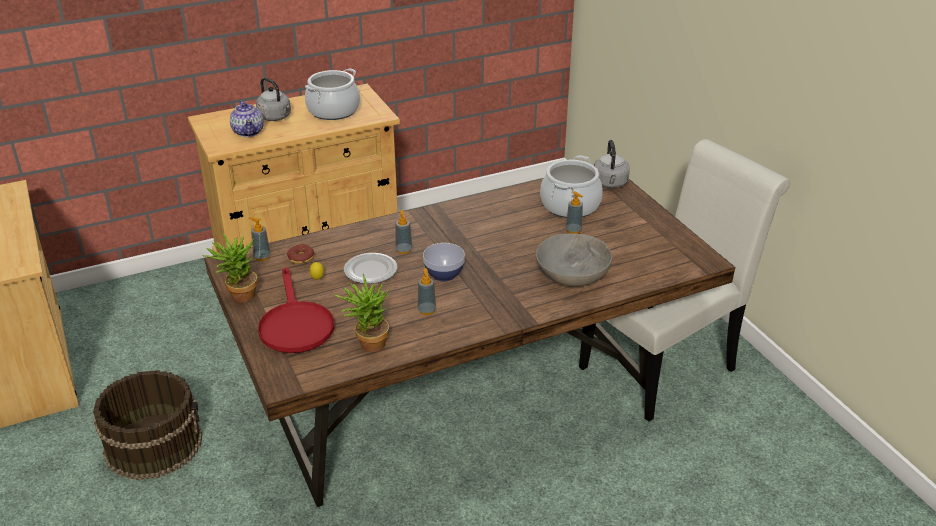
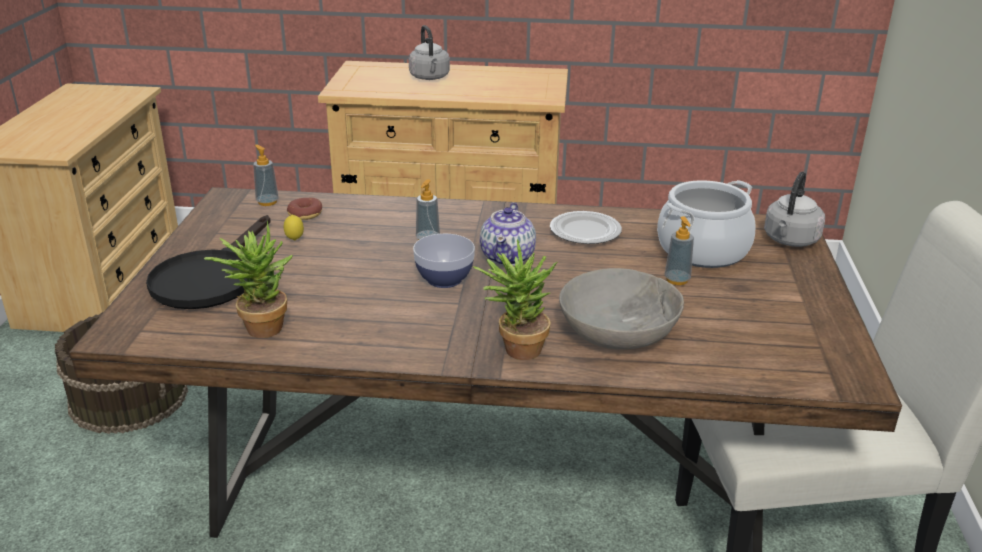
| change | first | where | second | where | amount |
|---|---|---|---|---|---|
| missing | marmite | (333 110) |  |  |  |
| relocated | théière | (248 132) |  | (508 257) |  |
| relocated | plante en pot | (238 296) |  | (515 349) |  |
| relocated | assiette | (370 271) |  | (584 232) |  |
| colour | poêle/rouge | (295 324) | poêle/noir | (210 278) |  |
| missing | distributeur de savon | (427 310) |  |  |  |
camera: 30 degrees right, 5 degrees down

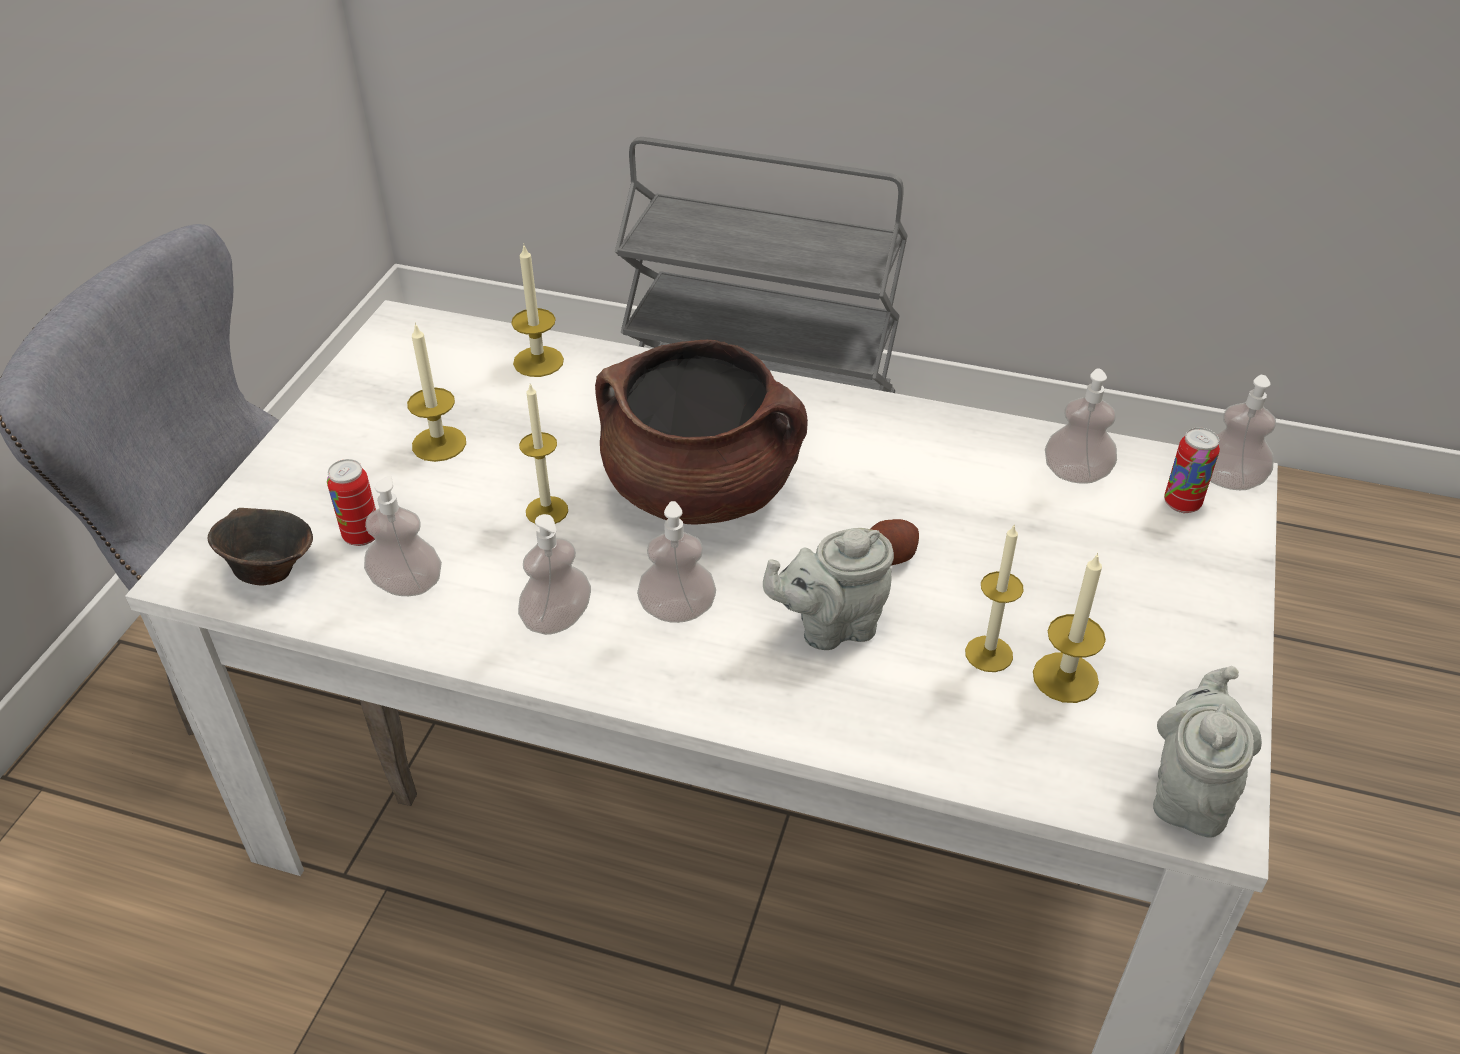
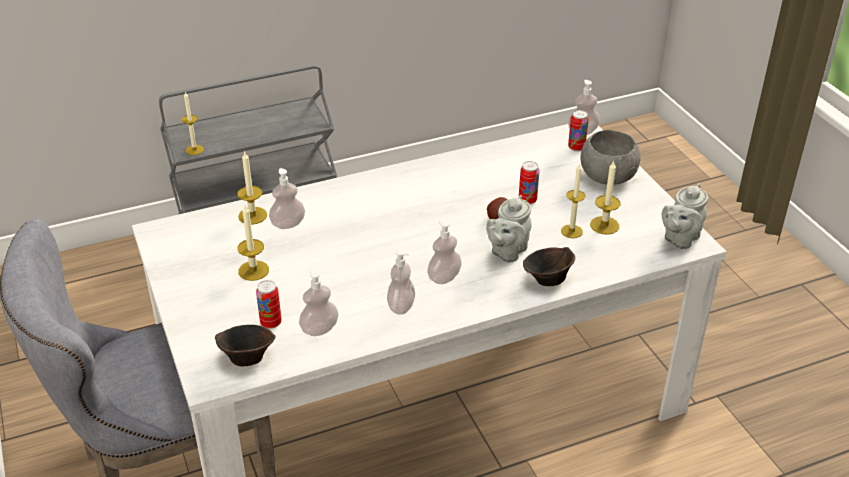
| change | first | where | second | where | amount |
|---|---|---|---|---|---|
| missing | marmite/marron | (701 490) |  |  |  |
| relocated | distributeur de savon | (1076 474) |  | (288 224) |  |
| relocated | bougie | (547 511) |  | (194 150) |  |
| spun | théière/gris | (1190 792) |  | (680 239) | 120 degrees counterclockwise |
| appeared |  |  | bol/gris | (607 176) |  |
| appeared |  |  | boîte métallique | (527 200) |  |
| appeared |  |  | bol/marron | (547 279) |  |
camera: 40 degrees left, 5 degrees down

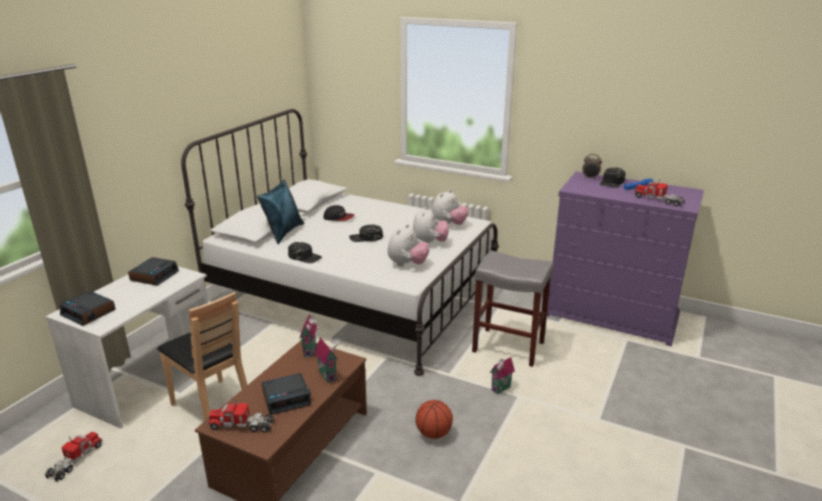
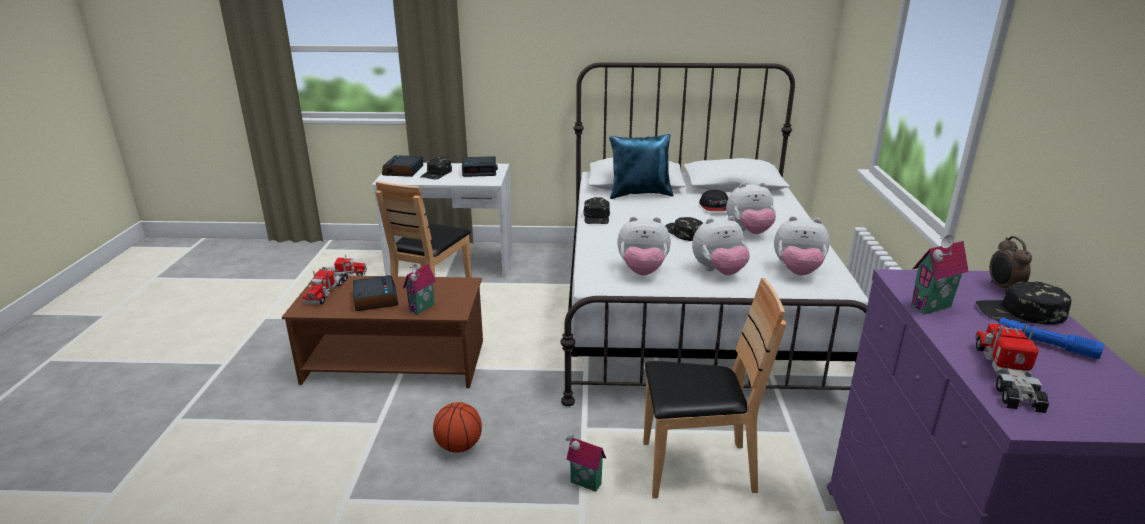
| change | first | where | second | where | amount |
|---|---|---|---|---|---|
| exchanged | tabouret/gris | (509 347) | chaise/marron | (696 468) |  |
| relocated | maison miniature | (311 351) |  | (932 308) |  |
| spun | réveil | (286 398) |  | (375 299) | 150 degrees counterclockwise |
| spun | camion jouet | (242 425) |  | (327 291) | 150 degrees counterclockwise |
| appeared |  |  | casquette/noir | (437 173) |  |
| appeared |  |  | peluche | (749 232) |  |
camera: 65 degrees right, 0 degrees up

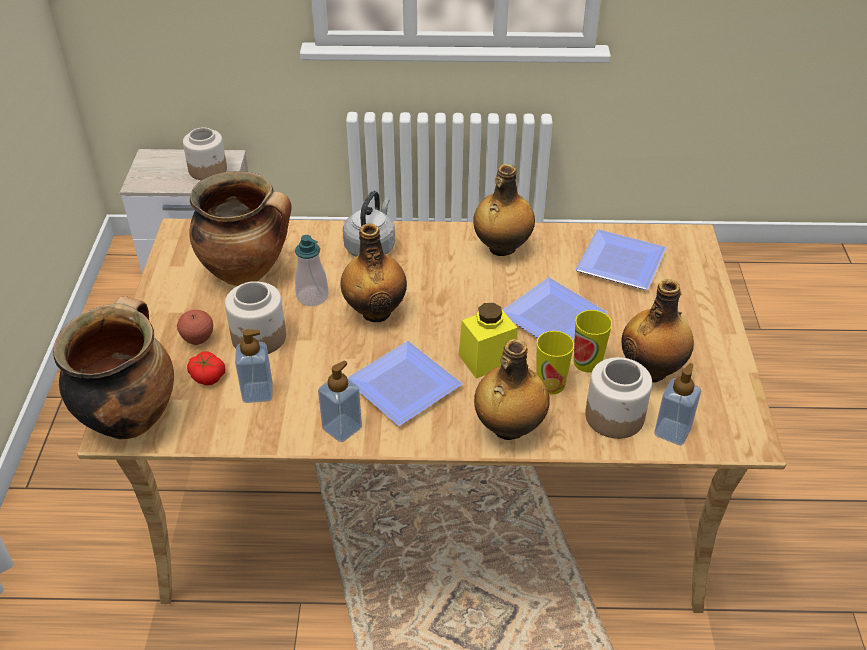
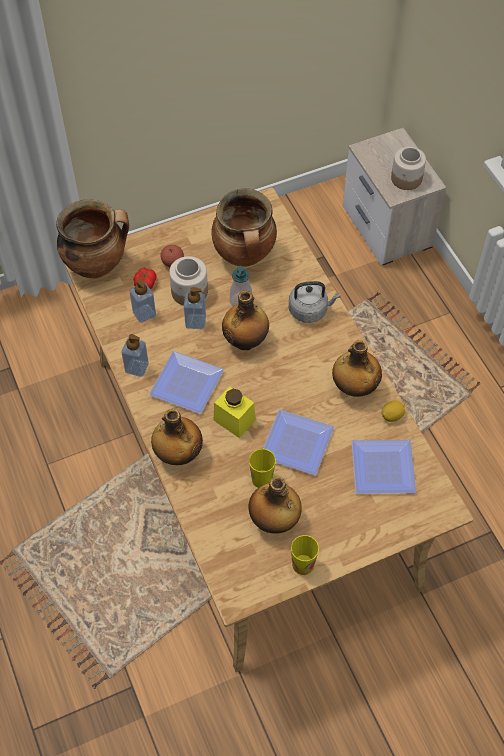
| change | first | where | second | where | amount |
|---|---|---|---|---|---|
| relocated | tasse | (550 383) |  | (303 564) |  |
| missing | bocal | (615 416) |  |  |  |
| relocated | distributeur de savon | (672 432) |  | (195 321) |  |
| appeared |  |  | citron | (392 415) |  |
camera: 65 degrees right, 15 degrees up

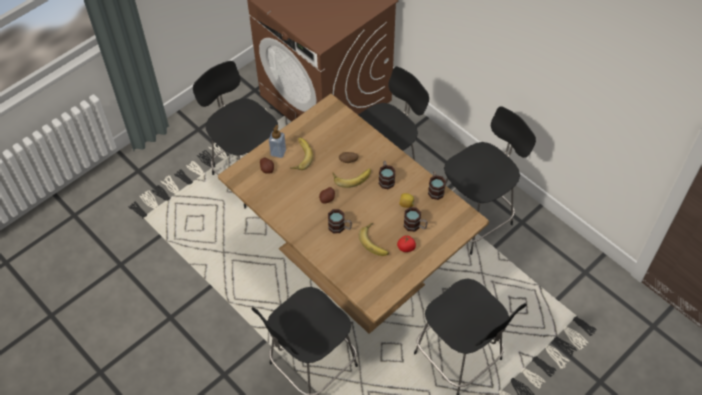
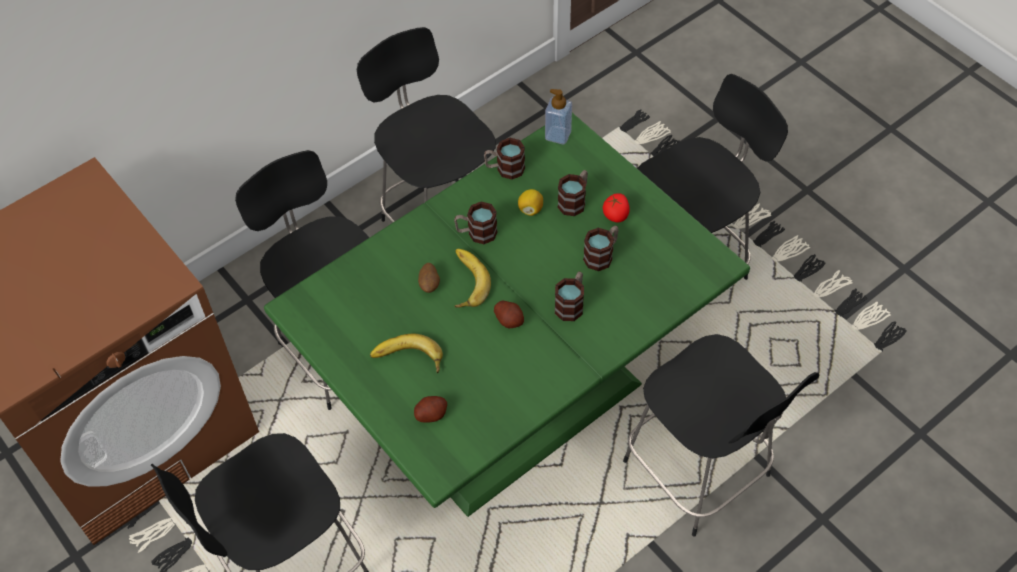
| change | first | where | second | where | amount |
|---|---|---|---|---|---|
| colour | table à manger/marron | (351 265) | table à manger/vert | (512 402) |  |
| relocated | distributeur de savon | (278 152) |  | (558 135) |  |
| exchanged | banane | (376 241) | mug | (602 255) |  |
camera: 85 degrees left, 0 degrees up

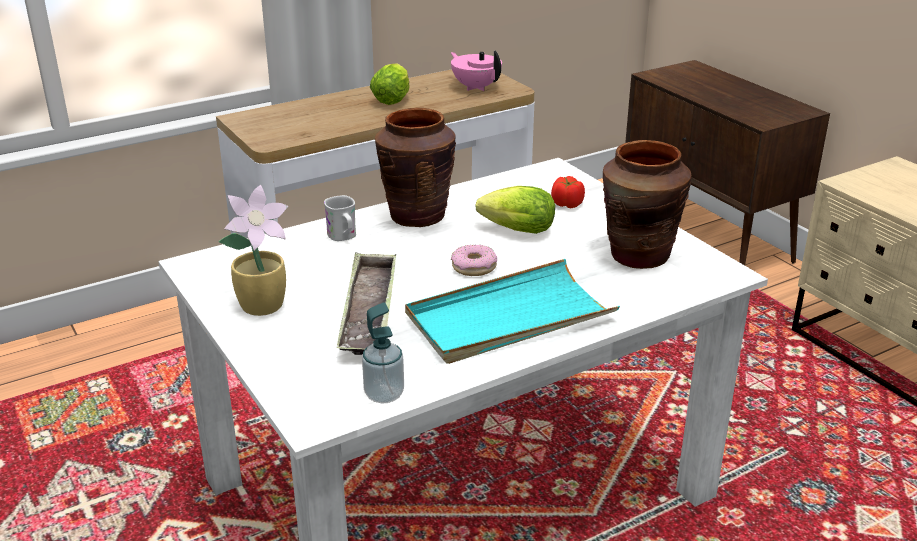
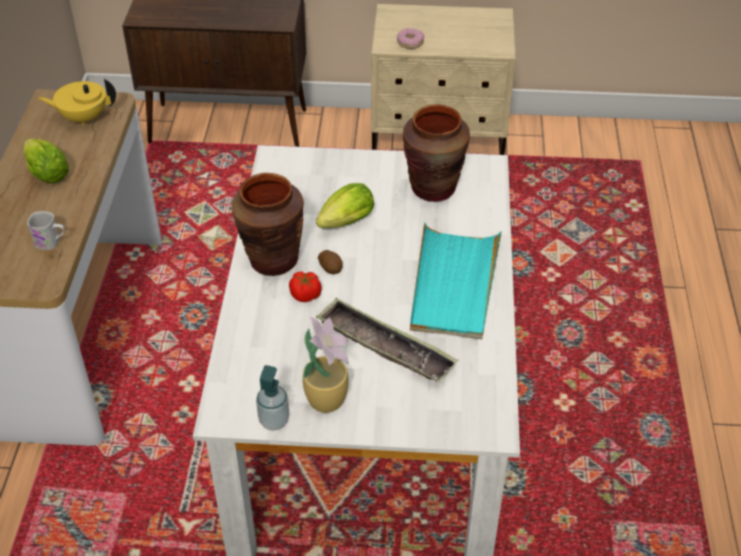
| change | first | where | second | where | amount |
|---|---|---|---|---|---|
| colour | théière/rose | (476 87) | théière/jaune | (83 118) |  |
| relocated | tomate | (567 204) |  | (306 295) |  |
| relocated | mug/blanc | (343 237) |  | (51 242) |  |
| relocated | beignet | (474 267) |  | (410 42) |  |
| relocated | distributeur de savon | (384 394) |  | (274 421) |  |
| appeared |  |  | pomme de terre | (331 268) |  |
camera: 55 degrees left, 15 degrees up

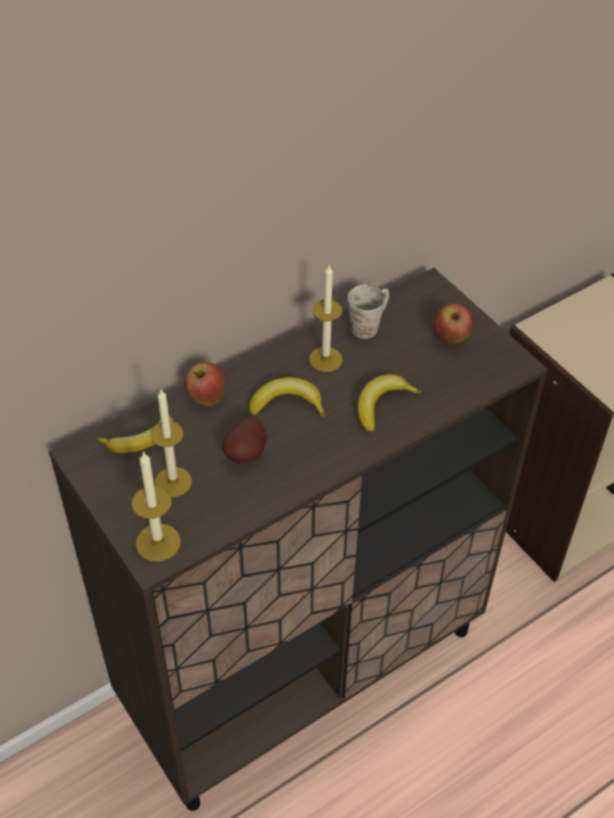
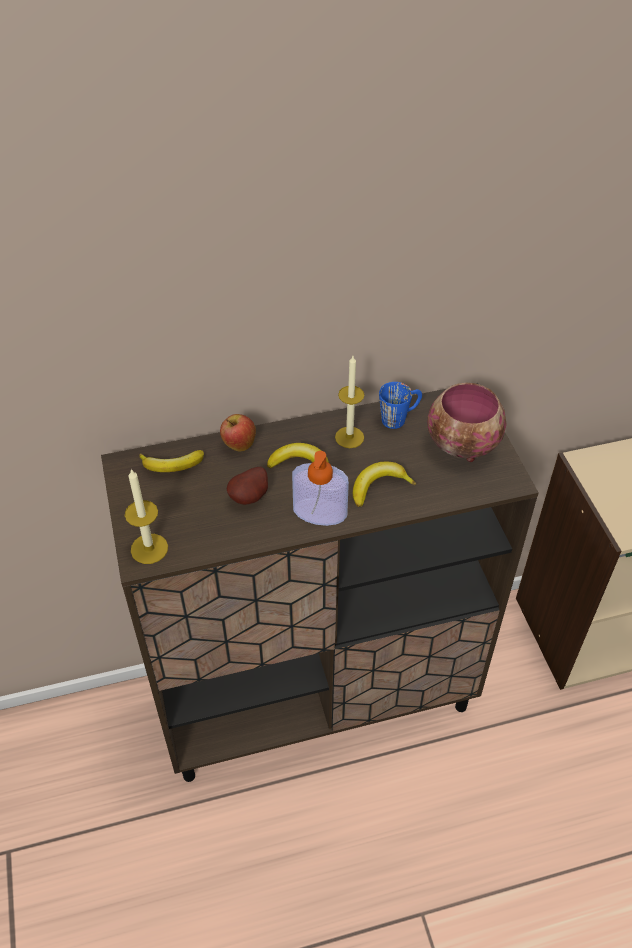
| change | first | where | second | where | amount |
|---|---|---|---|---|---|
| colour | mug/blanc | (369 324) | mug/bleu | (399 417) |  |
| exchanged | pomme | (450 339) | bol | (463 446) |  |
| missing | bougie | (173 482) |  |  |  |
| appeared |  |  | distributeur de savon | (320 512) |  |
camera: 20 degrees right, 0 degrees up

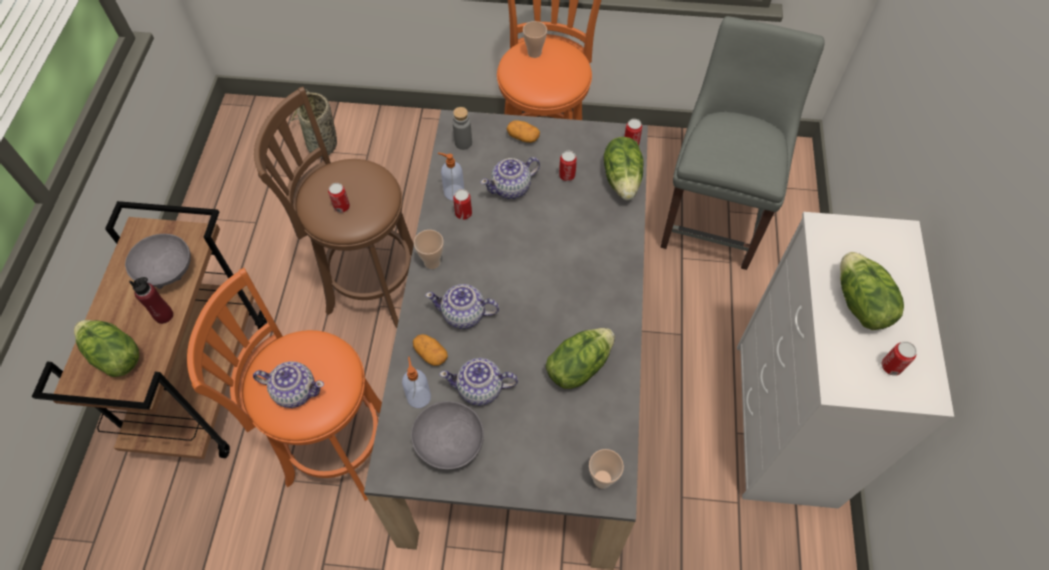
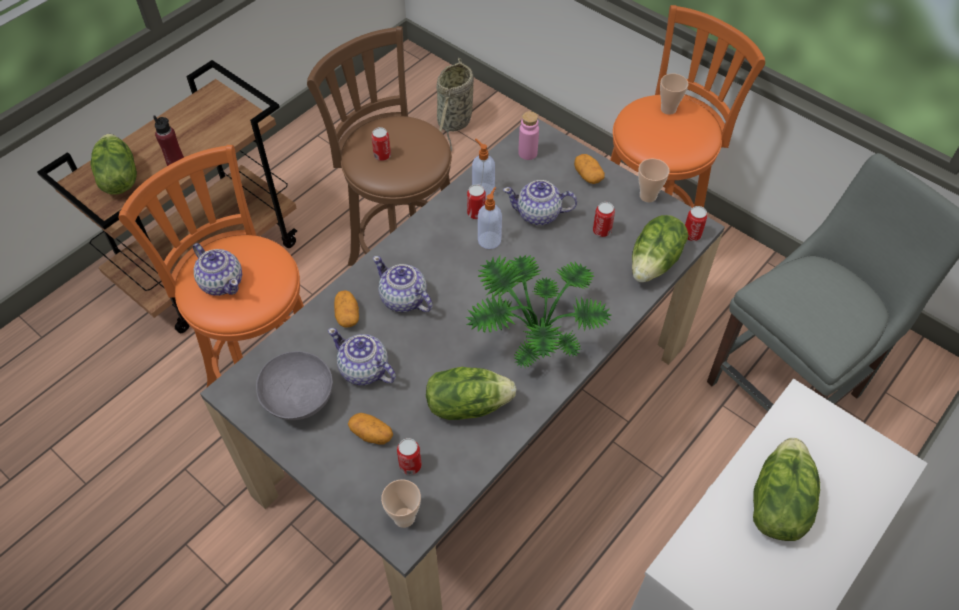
| change | first | where | second | where | amount |
|---|---|---|---|---|---|
| colour | bouteille/gris | (463 143) | bouteille/rose | (527 153) |  |
| relocated | tasse | (432 262) |  | (648 196) |  |
| missing | bol/gris | (168 272) |  |  |  |
| relocated | boîte métallique | (891 366) |  | (410 465) |  |
| relocated | distributeur de savon | (418 396) |  | (489 239) |  |
| appeared |  |  | plante en pot | (533 335) |  |
| appeared |  |  | pomme de terre | (371 434) |  |
camera: 35 degrees right, 5 degrees down

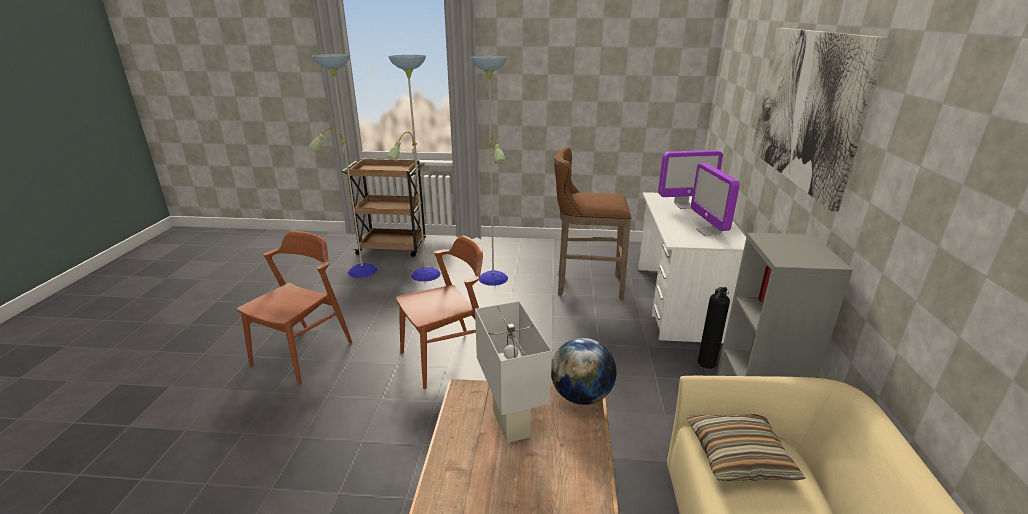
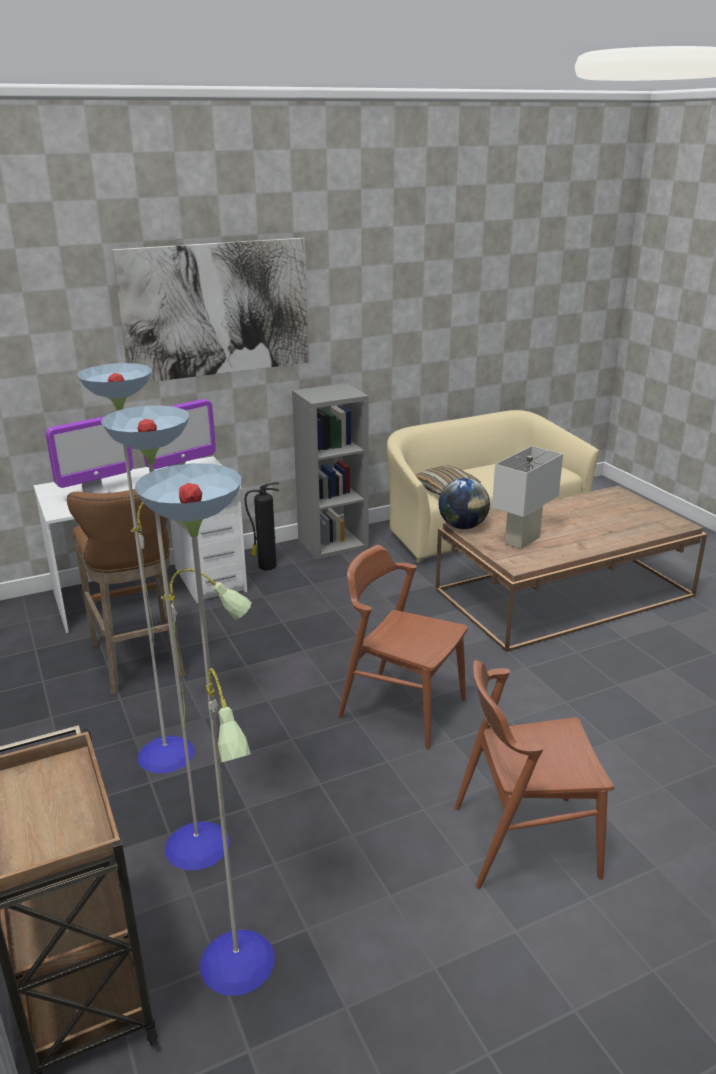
| change | first | where | second | where | amount |
|---|---|---|---|---|---|
| spun | écran d'ordinateur | (684 206) |  | (96 492) | 90 degrees clockwise |
camera: 120 degrees left, 0 degrees up

